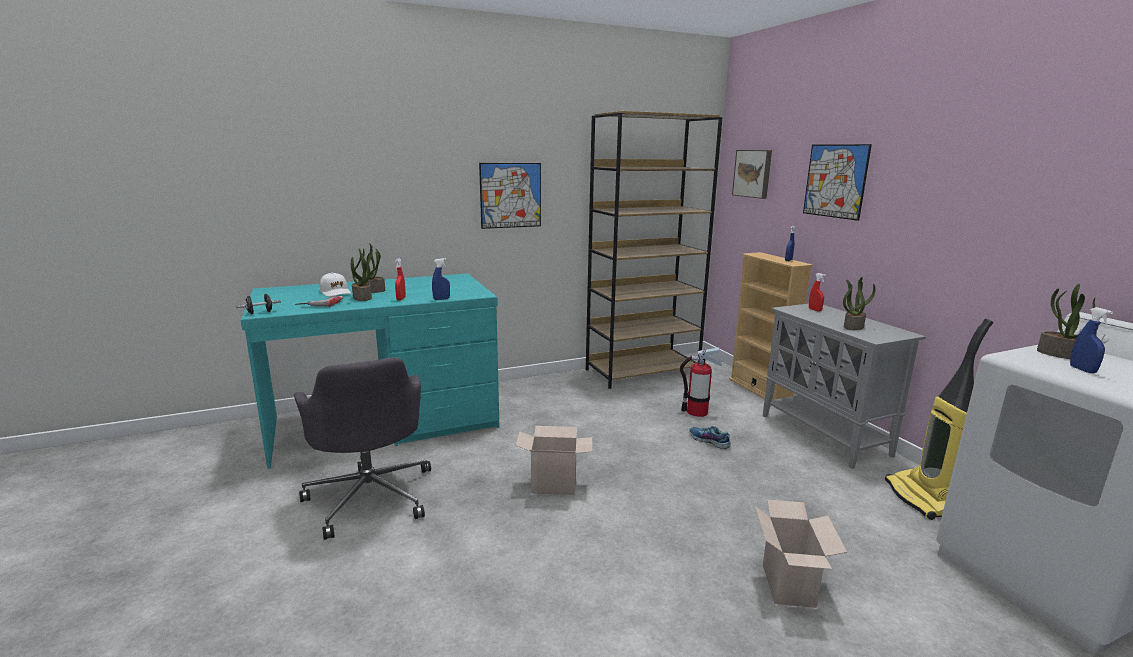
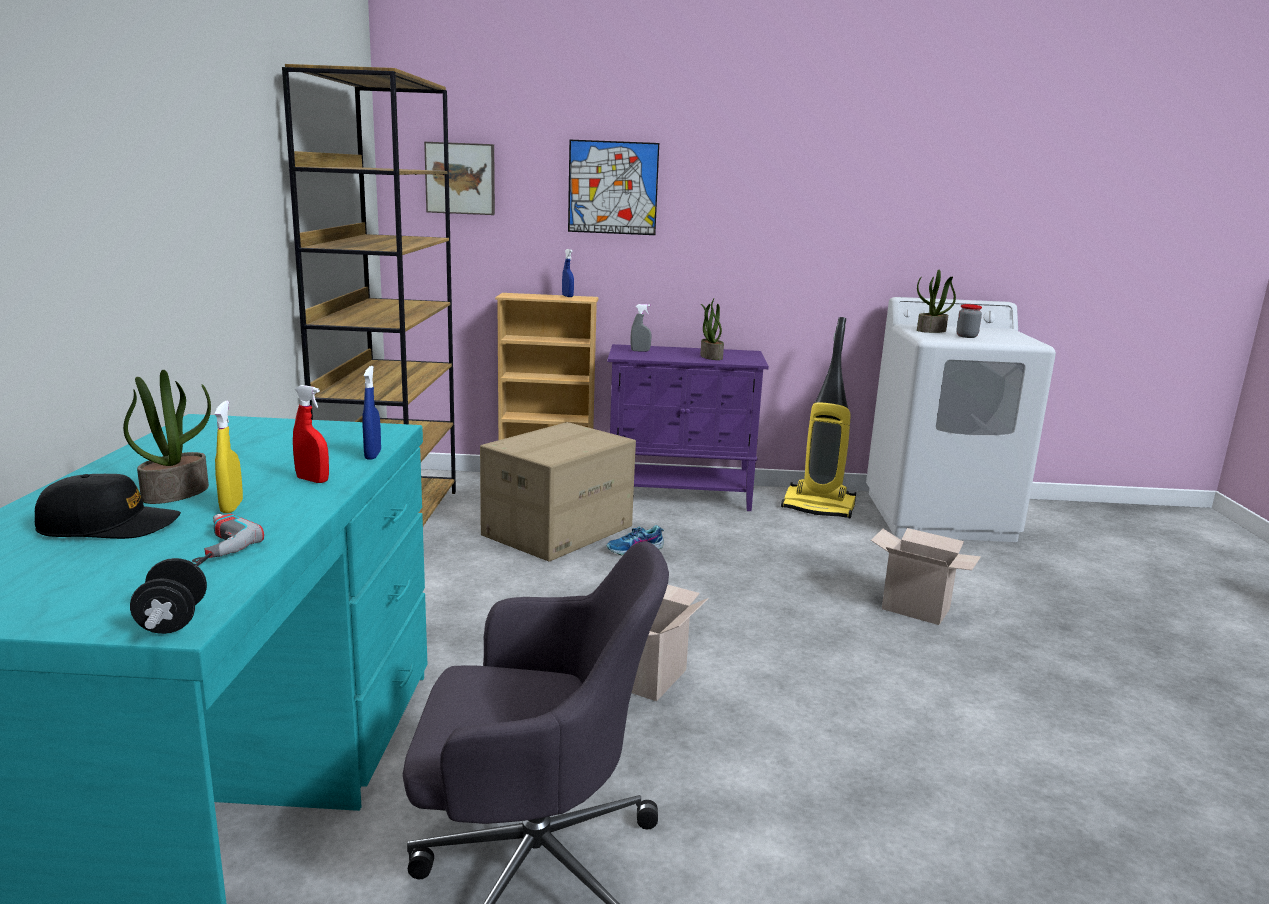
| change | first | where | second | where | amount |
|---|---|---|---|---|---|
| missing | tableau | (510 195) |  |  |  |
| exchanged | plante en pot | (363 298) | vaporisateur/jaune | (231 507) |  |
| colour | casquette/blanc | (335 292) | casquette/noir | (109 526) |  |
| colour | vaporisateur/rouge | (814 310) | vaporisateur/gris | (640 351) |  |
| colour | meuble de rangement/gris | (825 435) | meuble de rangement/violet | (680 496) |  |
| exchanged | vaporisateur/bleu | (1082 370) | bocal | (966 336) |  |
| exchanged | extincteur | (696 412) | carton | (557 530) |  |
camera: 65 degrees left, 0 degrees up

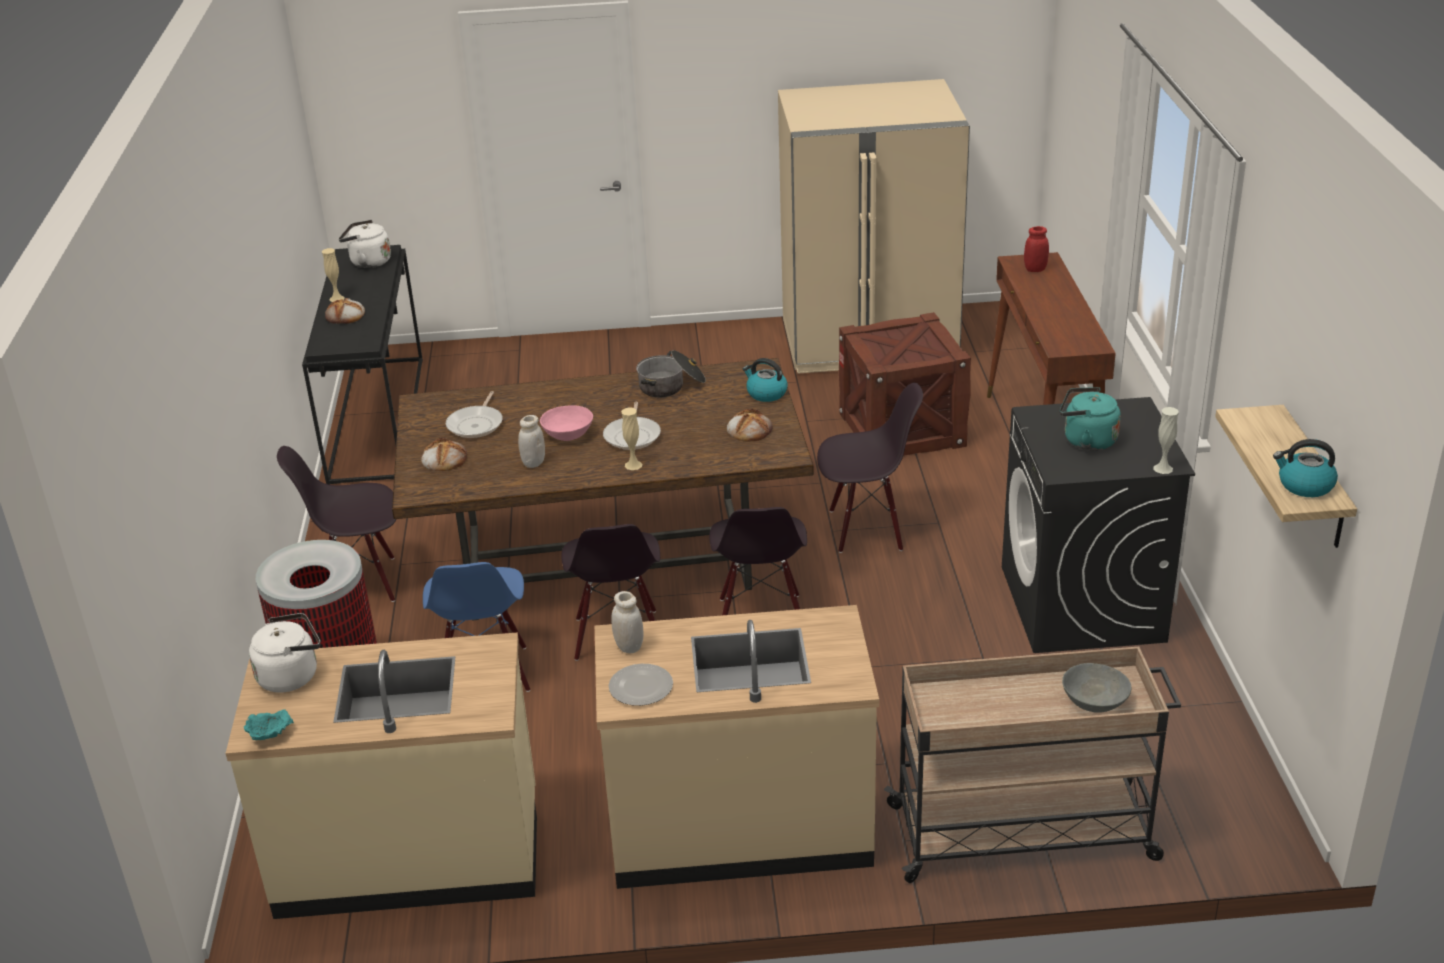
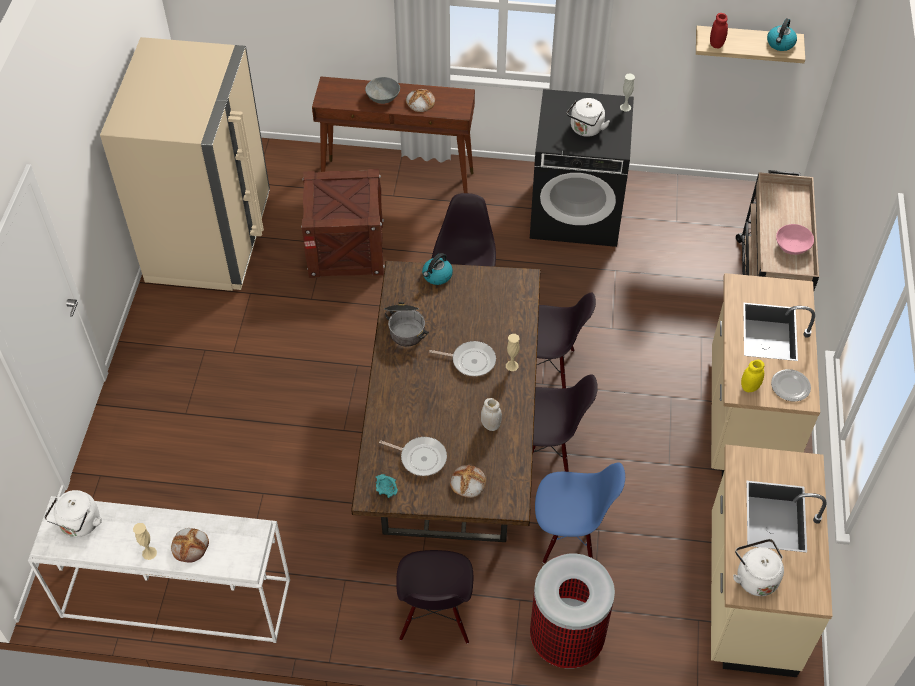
| change | first | where | second | where | amount |
|---|---|---|---|---|---|
| relocated | bocal/rouge | (1035 269) |  | (716 44) |  |
| colour | table console/noir | (376 418) | table console/blanc | (174 599) |  |
| colour | bouilloire/turquoise | (1086 440) | bouilloire/blanc | (585 129) |  |
| relocated | bol/rose | (568 434) |  | (792 246) |  |
| relocated | pain | (749 430) |  | (420 102) |  |
| colour | bocal/blanc | (629 646) | bocal/jaune | (749 387) |  |
| relocated | bol/gris | (1094 702) |  | (383 98) |  |
| relocated | bol/turquoise | (271 736) |  | (386 490) |  |
camera: 80 degrees left, 20 degrees up

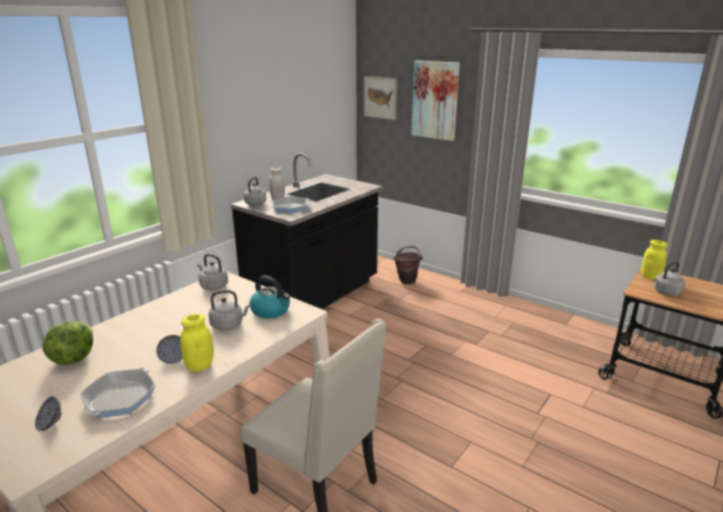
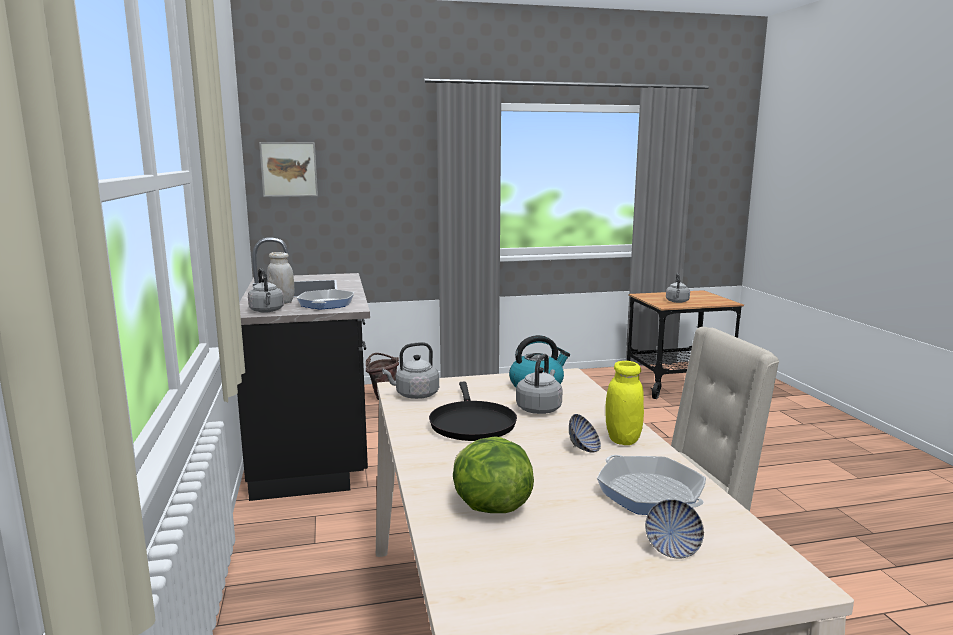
| change | first | where | second | where | amount |
|---|---|---|---|---|---|
| missing | tableau | (435 100) |  |  |  |
| missing | bocal/jaune | (650 276) |  |  |  |
| appeared |  |  | poêle/noir | (471 423) |  |
camera: 50 degrees left, 10 degrees down

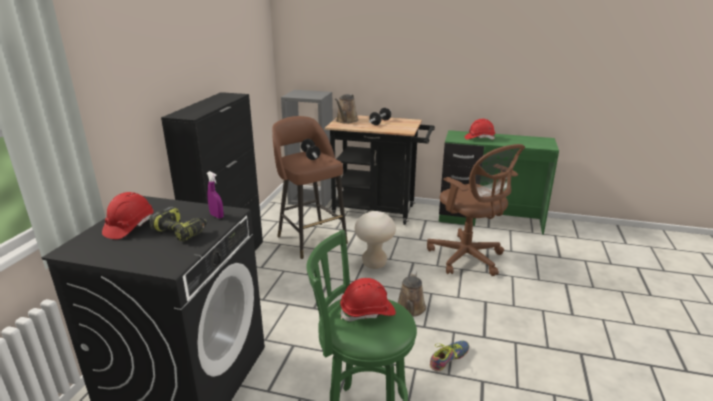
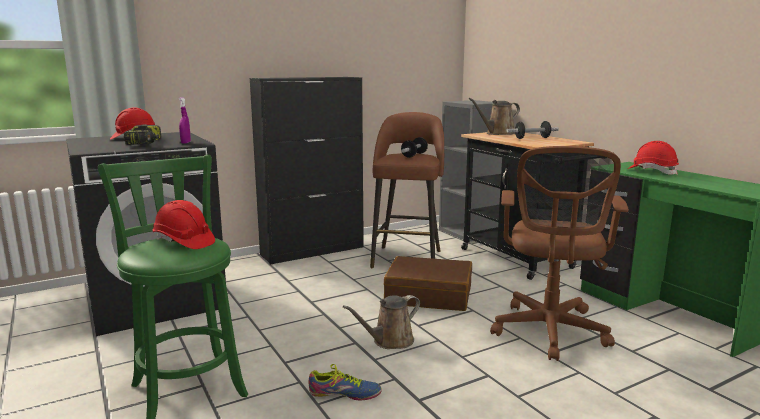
| change | first | where | second | where | amount |
|---|---|---|---|---|---|
| exchanged | tabouret/beige | (374 263) | valise/marron | (429 295) |  |
camera: 45 degrees right, 10 degrees down

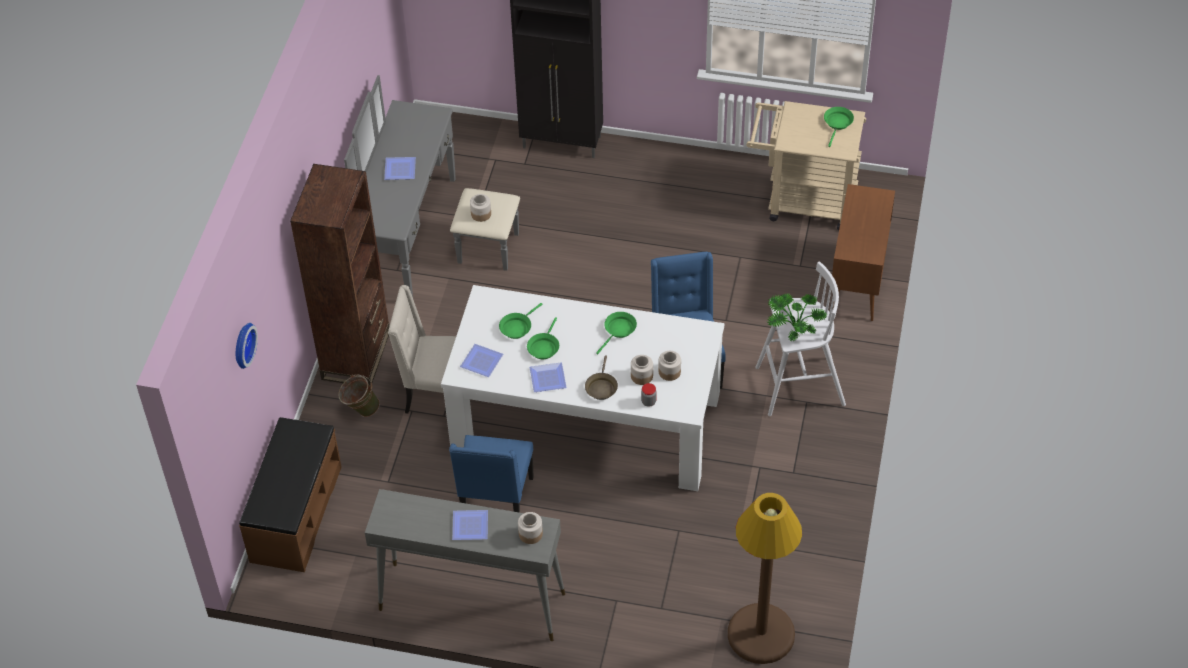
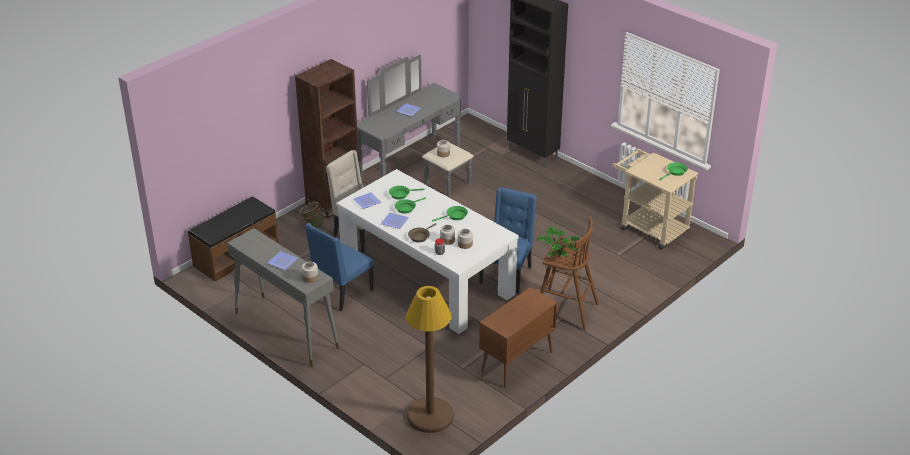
| change | first | where | second | where | amount |
|---|---|---|---|---|---|
| relocated | meuble de rangement/marron | (857 282) |  | (516 362) |  |
| colour | tabouret/blanc | (798 386) | tabouret/marron | (565 310) |  |
| missing | horloge murale | (242 345) |  |  |  |
camera: 30 degrees right, 15 degrees down

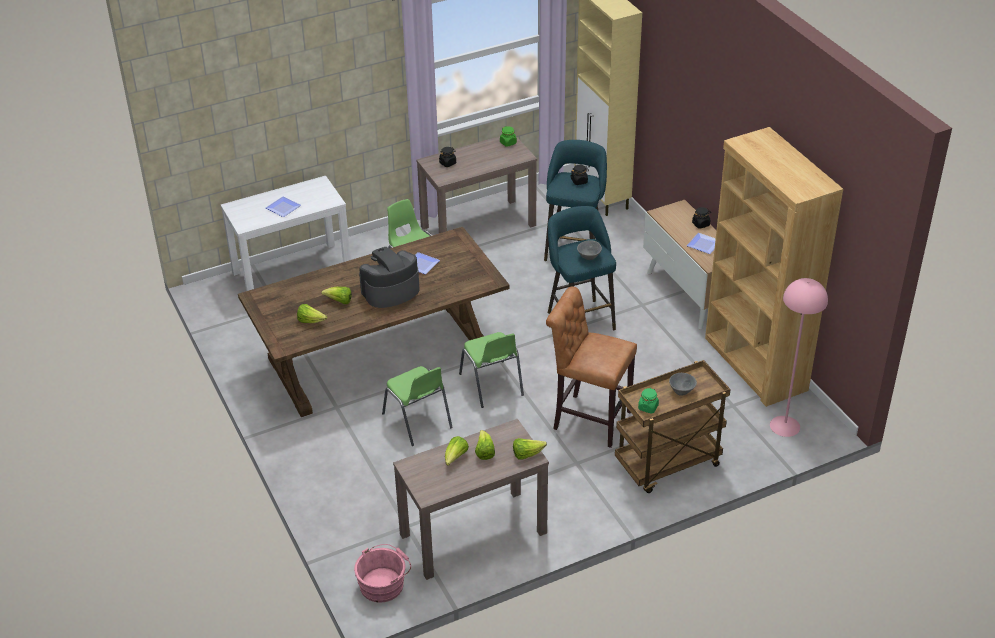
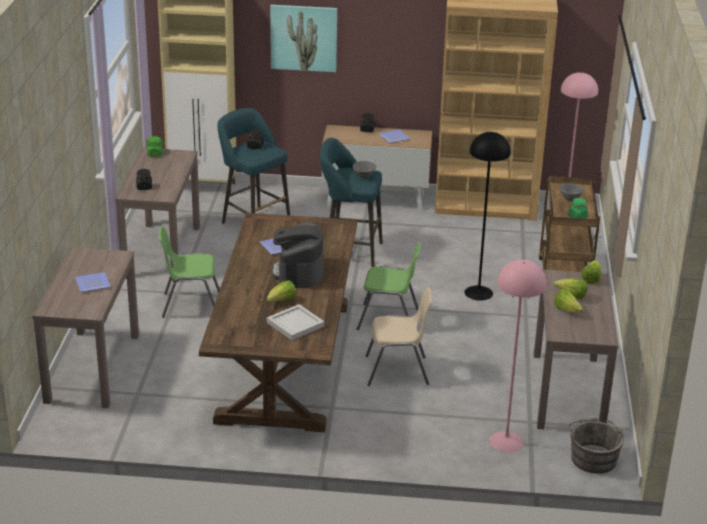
| change | first | where | second | where | amount |
|---|---|---|---|---|---|
| colour | table console/blanc | (292 271) | table console/marron | (92 367) |  |
| exchanged | tabouret/marron | (588 419) | lampadaire/noir | (478 292) |  |
| exchanged | laitue | (310 321) | plateau/blanc | (294 324) |  |
| colour | chaise/vert | (418 421) | chaise/beige | (398 371) |  |
| colour | seau/rose | (384 583) | seau/gris | (592 457) |  |
| appeared |  |  | tableau | (303 38) |  |
| appeared |  |  | lampadaire/rose | (506 442) |  |
camera: 60 degrees left, 10 degrees down

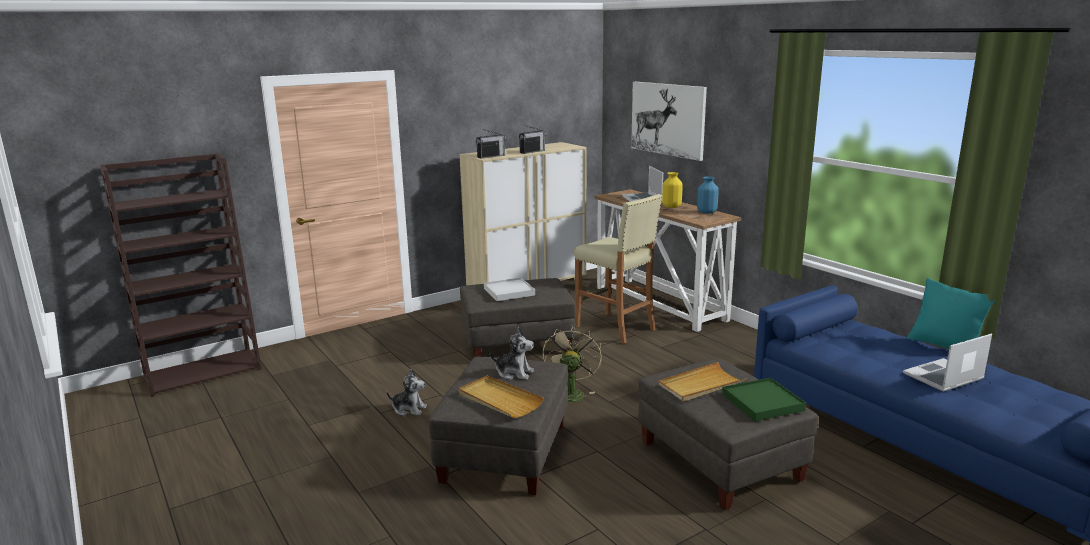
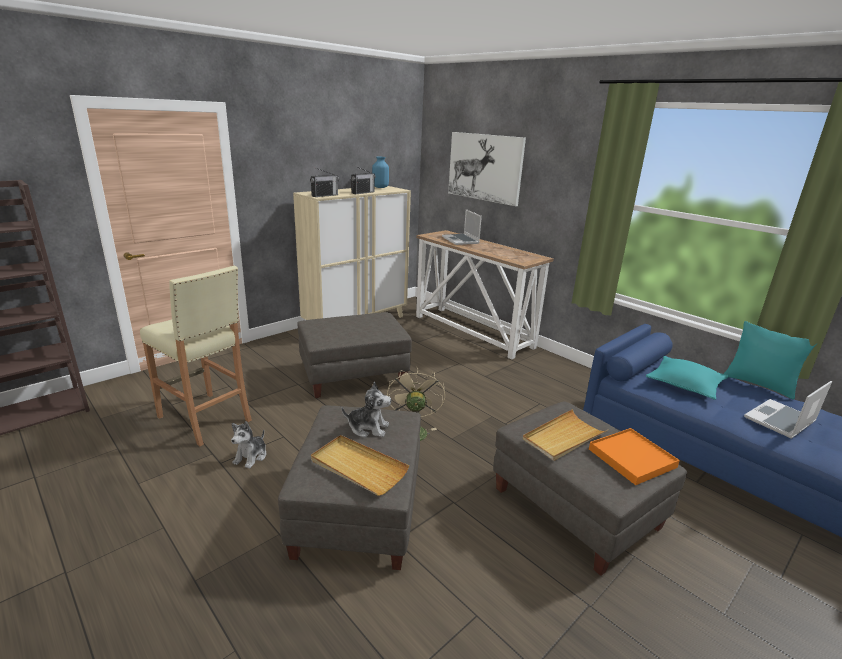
| change | first | where | second | where | amount |
|---|---|---|---|---|---|
| missing | vase/jaune | (671 206) |  |  |  |
| relocated | vase/bleu | (706 212) |  | (380 187) |  |
| relocated | tabouret/beige | (615 328) |  | (205 419) |  |
| missing | plateau/blanc | (509 292) |  |  |  |
| spun | peluche | (409 409) |  | (251 457) | 105 degrees clockwise |
| colour | plateau/vert | (762 402) | plateau/orange | (631 458) |  |
| appeared |  |  | coussin/turquoise | (685 384) |  |
camera: 10 degrees left, 5 degrees up

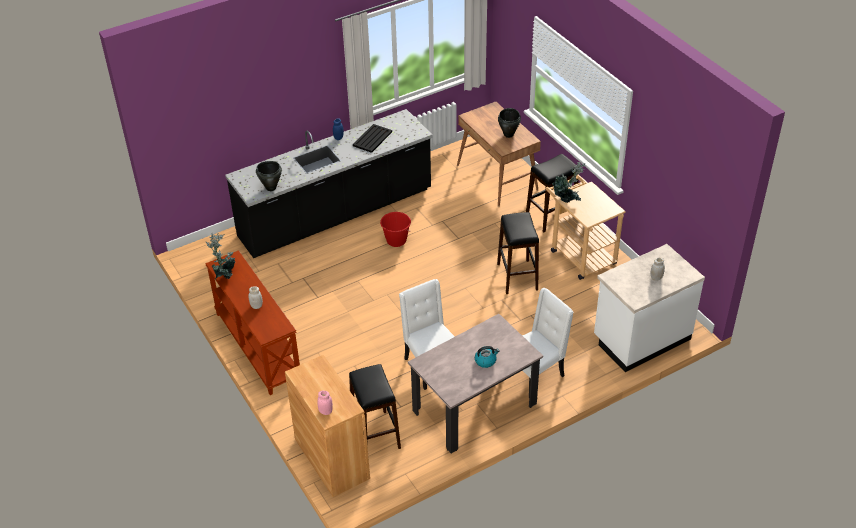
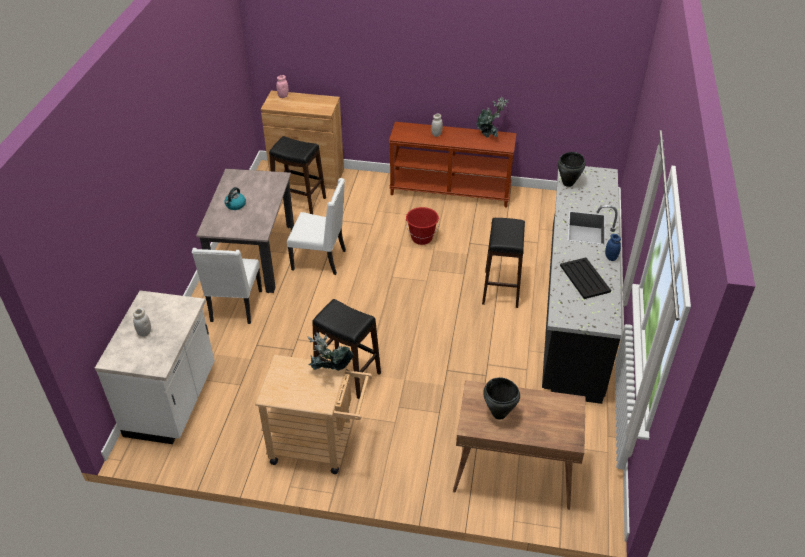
| change | first | where | second | where | amount |
|---|---|---|---|---|---|
| relocated | tabouret/noir | (551 216) |  | (501 289) |  |
| relocated | seau/rouge | (396 241) |  | (421 238) |  |
camera: 130 degrees right, 0 degrees up

